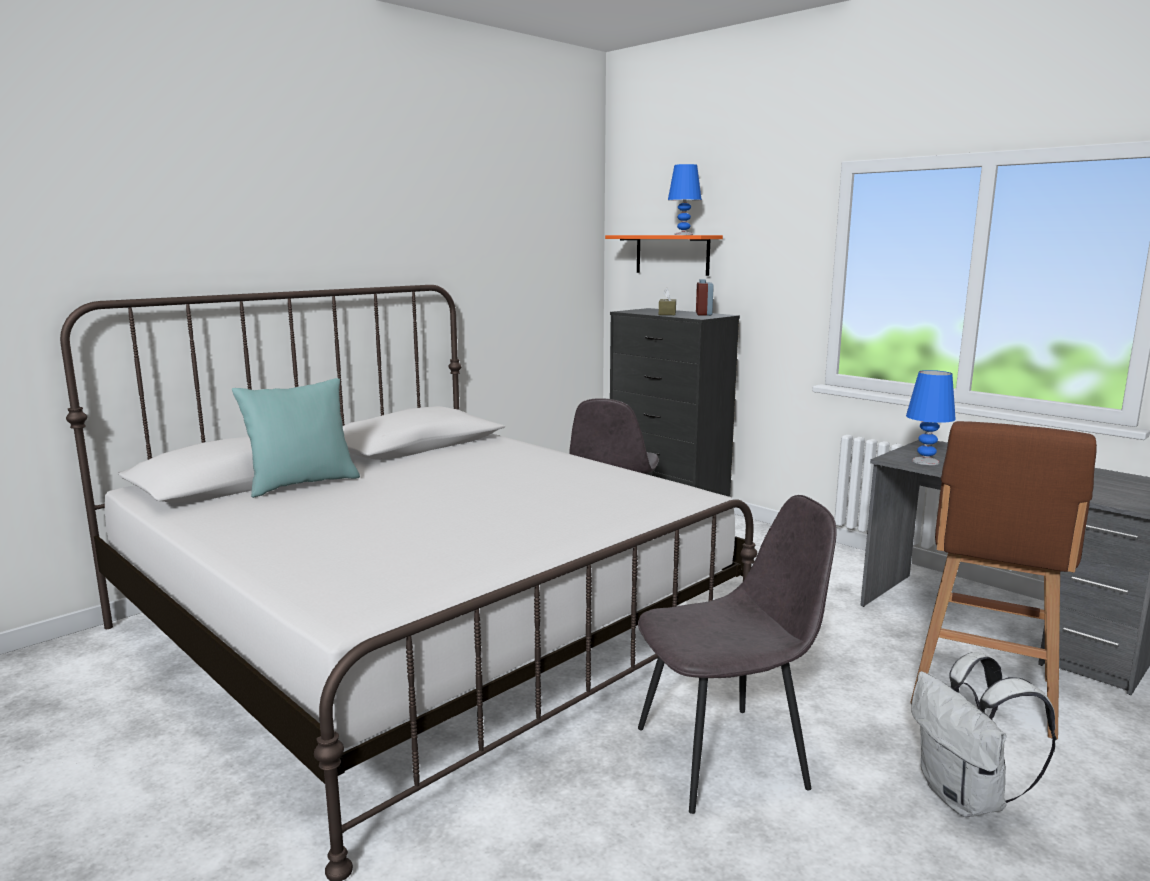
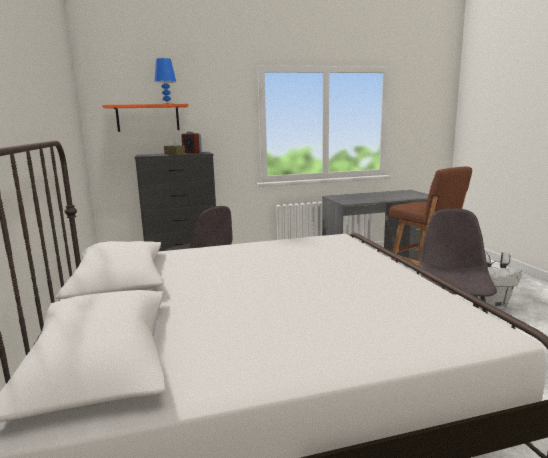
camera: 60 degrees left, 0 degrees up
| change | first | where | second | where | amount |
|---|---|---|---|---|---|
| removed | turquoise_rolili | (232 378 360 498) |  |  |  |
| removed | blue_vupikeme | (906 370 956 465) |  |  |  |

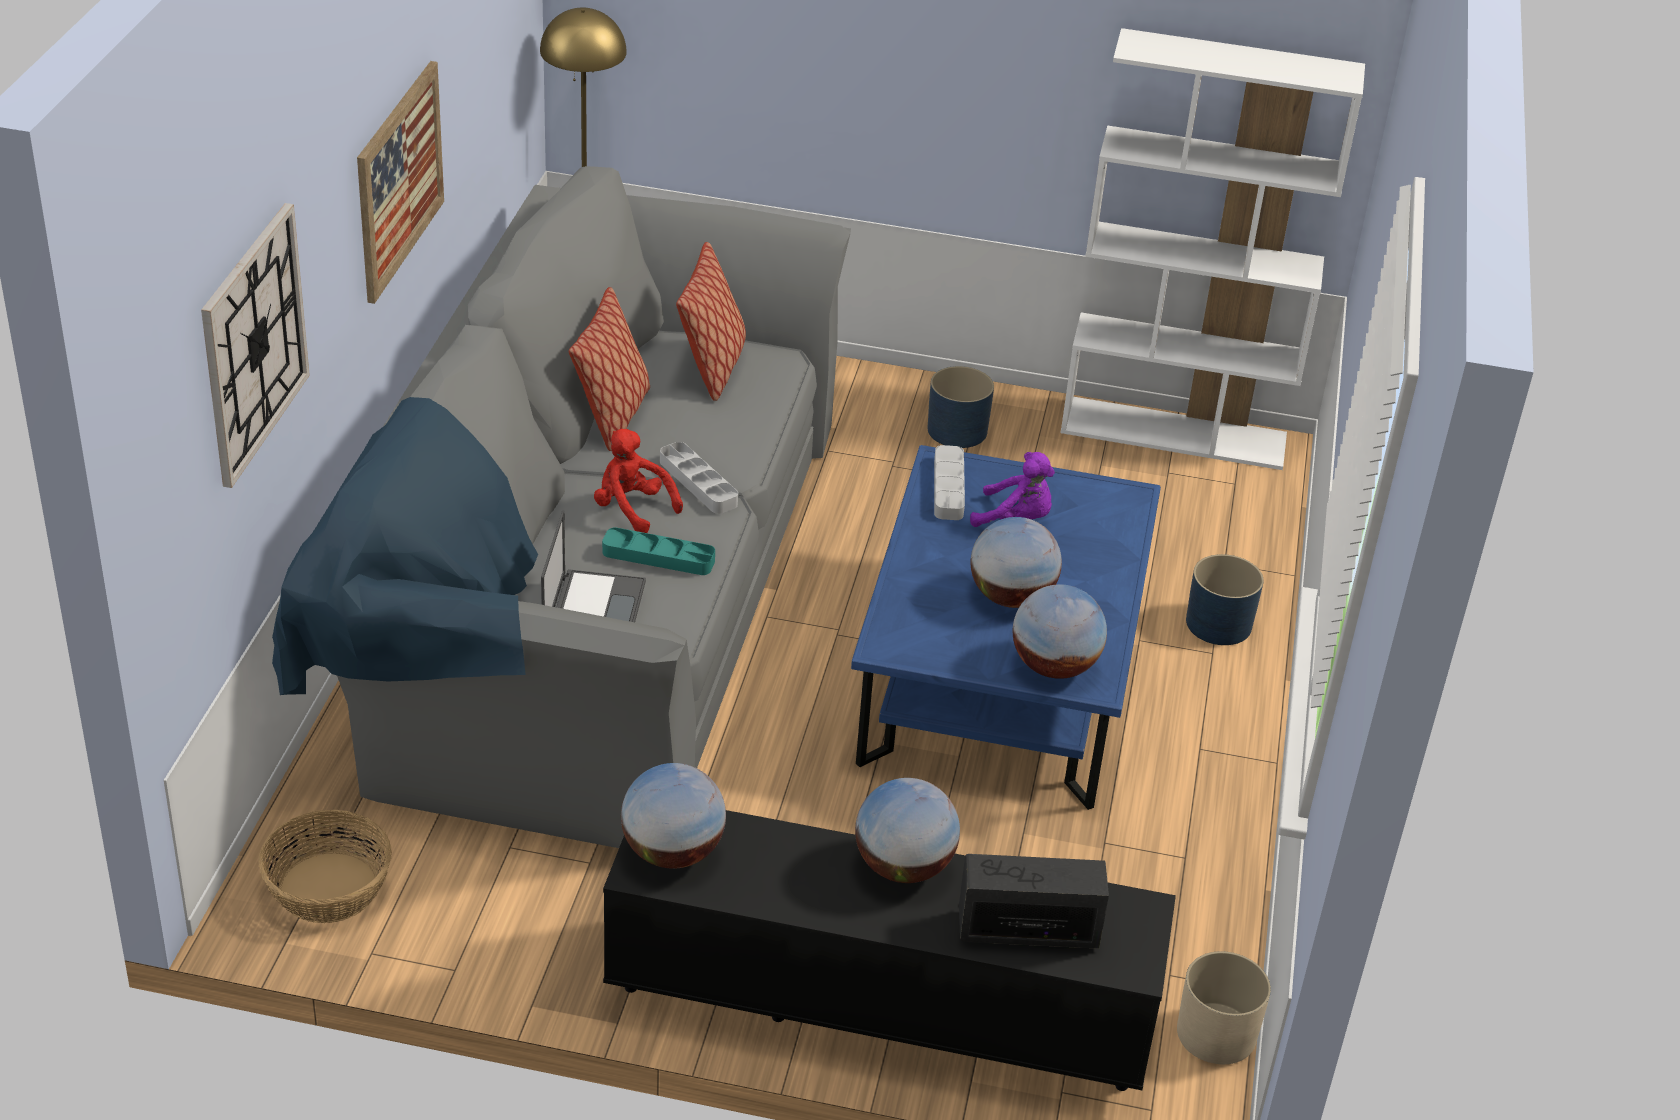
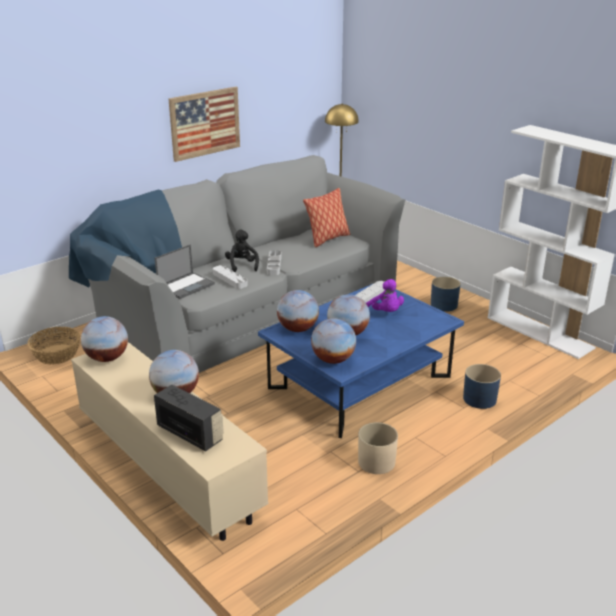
camera: 40 degrees right, 10 degrees down
| change | first | where | second | where | amount |
|---|---|---|---|---|---|
| recoloured | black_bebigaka | (603 810 1176 1091) | beige_bebigaka | (71 342 269 541) |  |
| recoloured | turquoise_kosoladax | (602 527 715 575) | grey_kosoladax | (213 265 248 289) |  |
| recoloured | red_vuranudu | (594 429 683 533) | black_vuranudu | (225 230 259 272) |  |
| added |  |  | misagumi | (277 290 319 332) |  |
| moved | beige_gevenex | (1177 951 1271 1064) |  | (358 422 398 474) |  |
| removed | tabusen | (201 203 310 488) |  |  |  |
| removed | rolili | (569 287 650 451) |  |  |  |

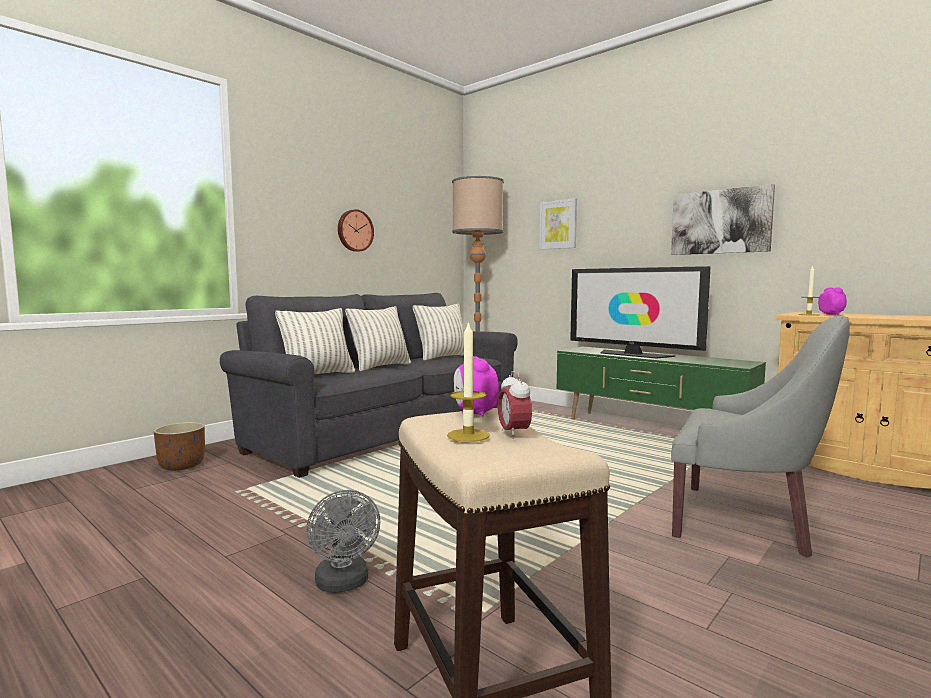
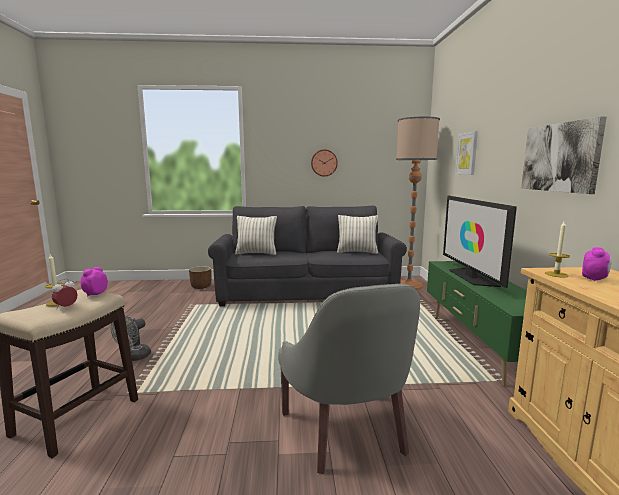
camera: 45 degrees right, 5 degrees up
| change | first | where | second | where | amount |
|---|---|---|---|---|---|
| removed | rolili | (345 306 411 371) |  |  |  |

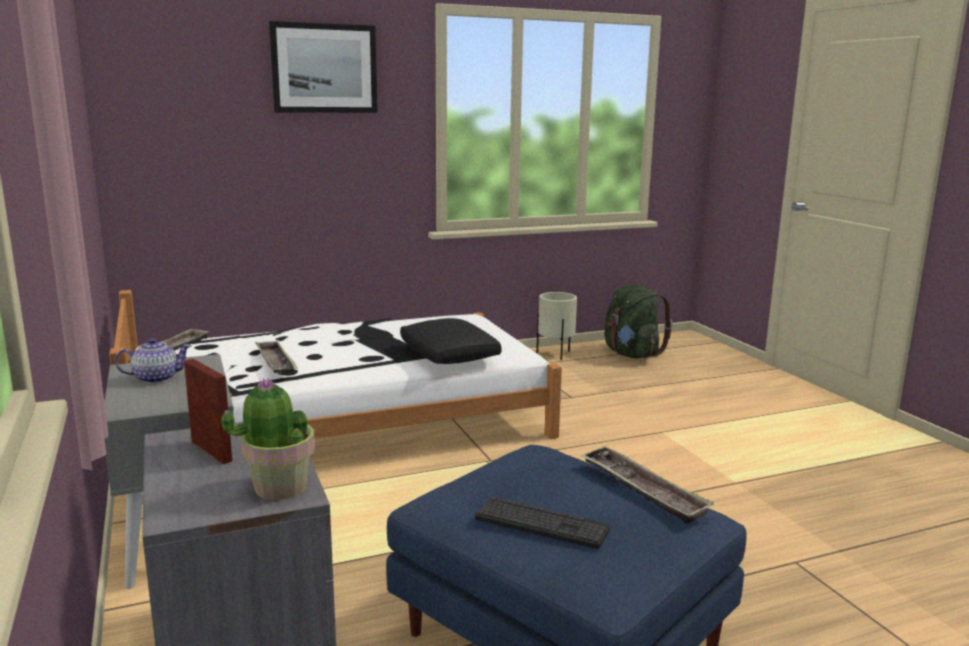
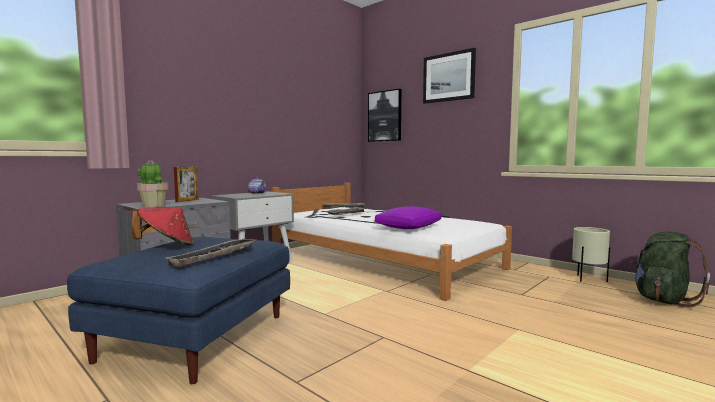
camera: 65 degrees right, 10 degrees down
| change | first | where | second | where | amount |
|---|---|---|---|---|---|
| replaced | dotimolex | (475 497 610 549) | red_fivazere | (131 208 194 246) |  |
| added |  |  | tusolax | (368 89 401 142) |  |
| recoloured | black_rolili | (400 318 502 364) | purple_rolili | (375 206 442 229) |  |

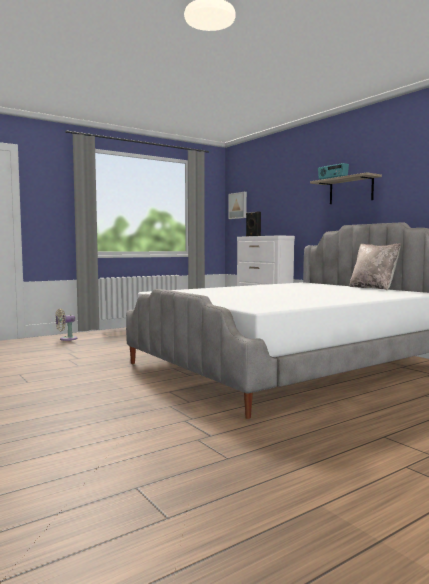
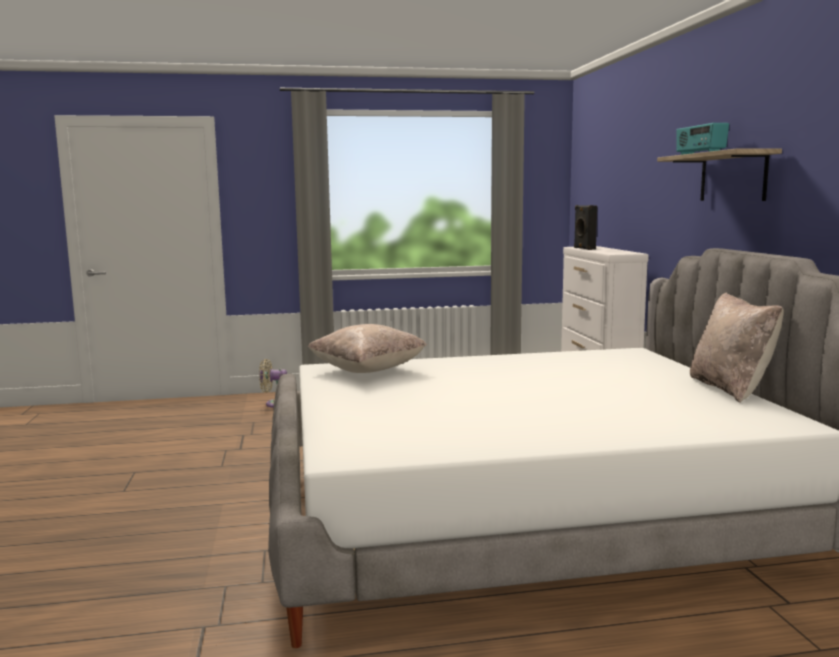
camera: 25 degrees right, 5 degrees up
| change | first | where | second | where | amount |
|---|---|---|---|---|---|
| added |  |  | beige_rolili | (308 324 427 373) |  |
| removed | tusolax | (228 192 247 219) |  |  |  |

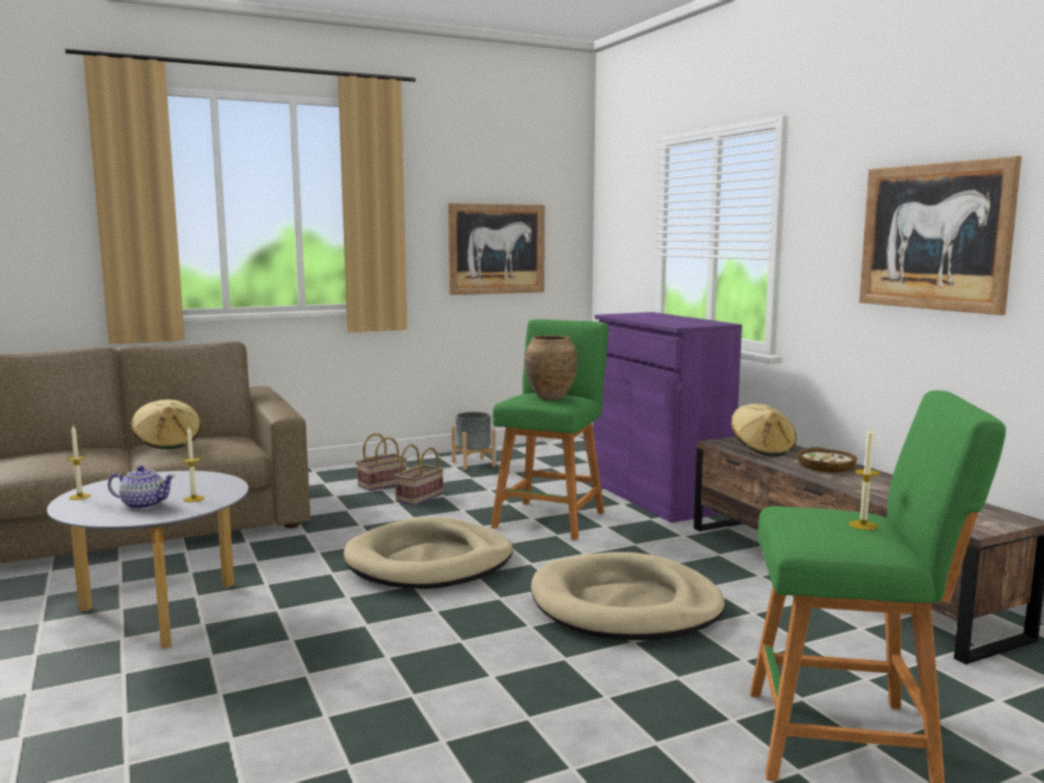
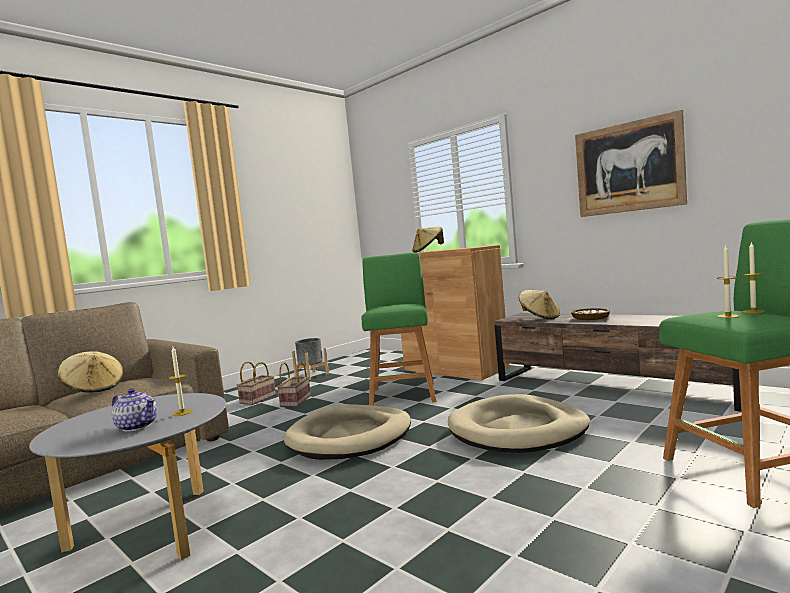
camera: 20 degrees left, 5 degrees down
| change | first | where | second | where | amount |
|---|---|---|---|---|---|
| turned | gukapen | (108 465 175 509) |  | (112 388 157 432) | 45 degrees clockwise |
| recoloured | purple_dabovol | (593 312 742 523) | brown_dabovol | (401 245 510 380) |  |
| added |  |  | beige_fivazere | (412 226 444 253) |  |
| moved | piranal | (67 426 91 500) |  | (717 244 740 318) |  |
| removed | tusolax | (448 203 545 295) |  |  |  |
| removed | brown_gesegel | (524 335 578 400) |  |  |  |

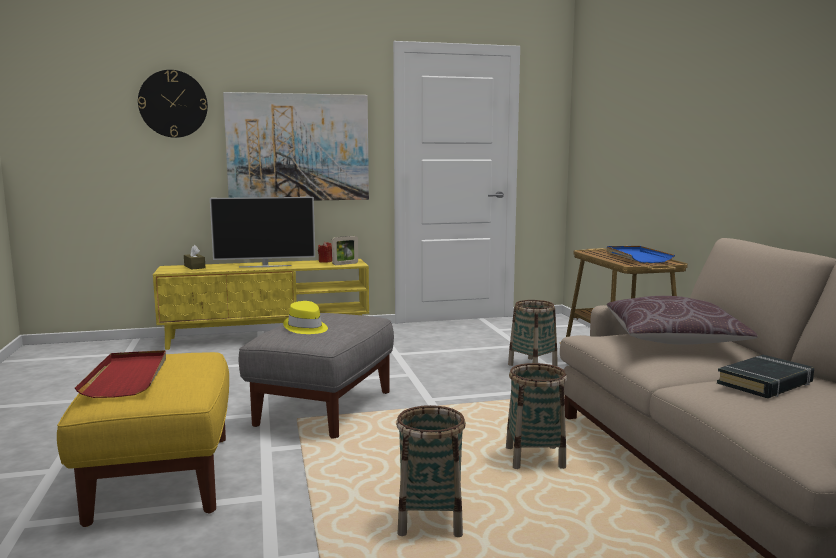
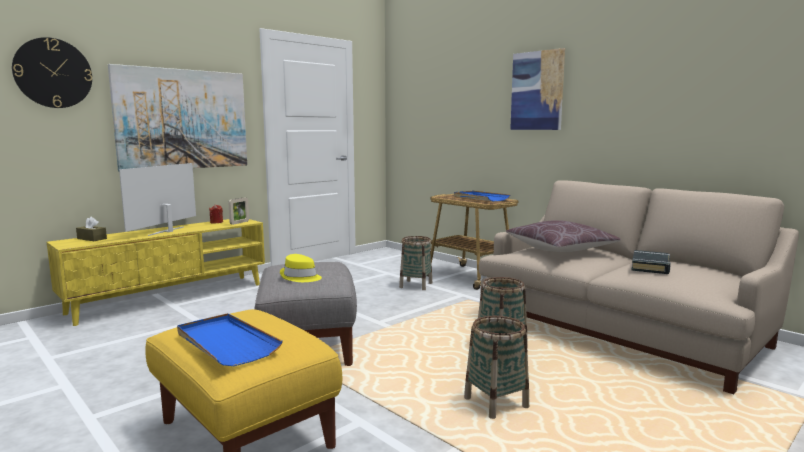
camera: 30 degrees left, 0 degrees up
| change | first | where | second | where | amount |
|---|---|---|---|---|---|
| turned | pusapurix | (210 197 315 267) |  | (119 163 196 236) | 150 degrees clockwise |
| recoloured | red_kosoladax | (75 350 166 398) | blue_kosoladax | (177 313 283 366) |  |
| added |  |  | tusolax | (510 48 565 130) |  |

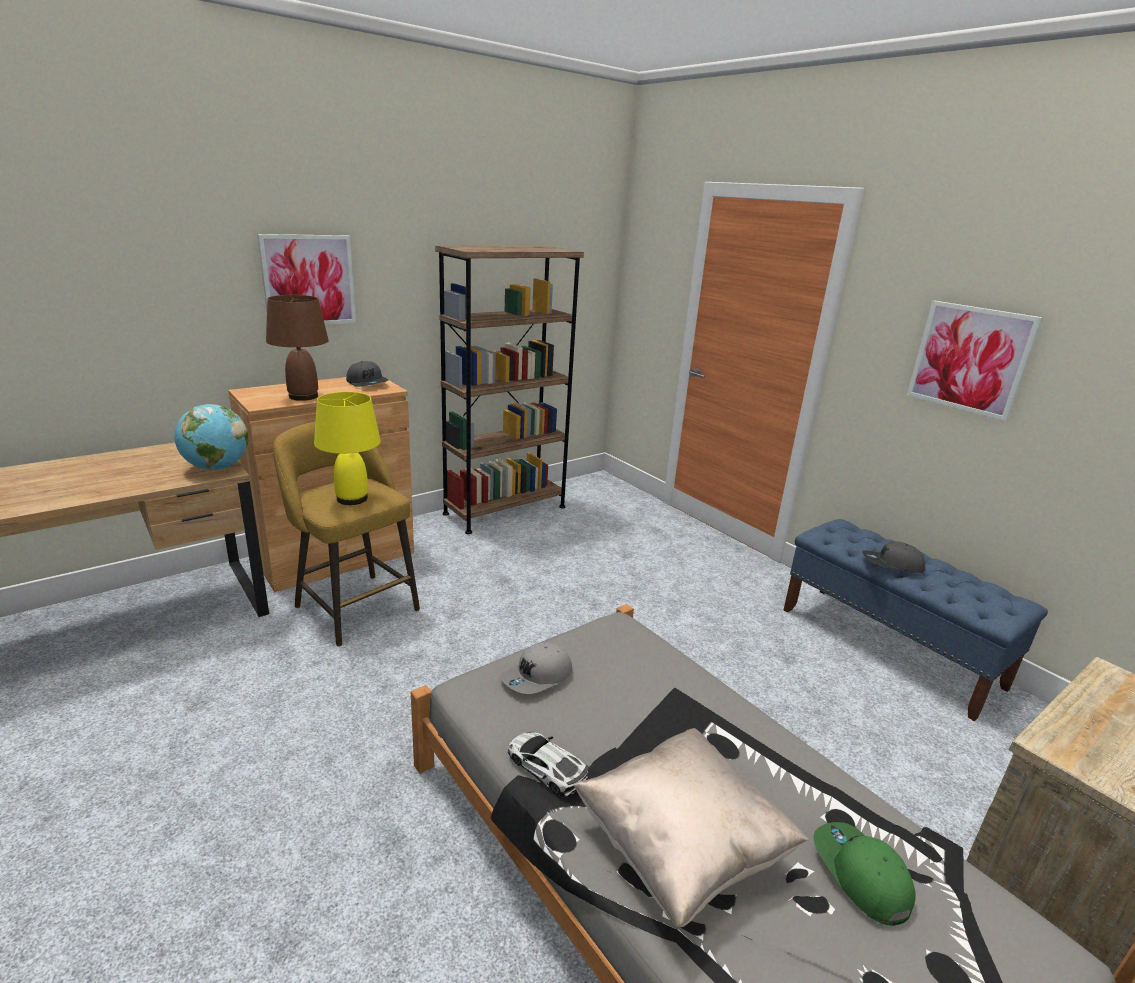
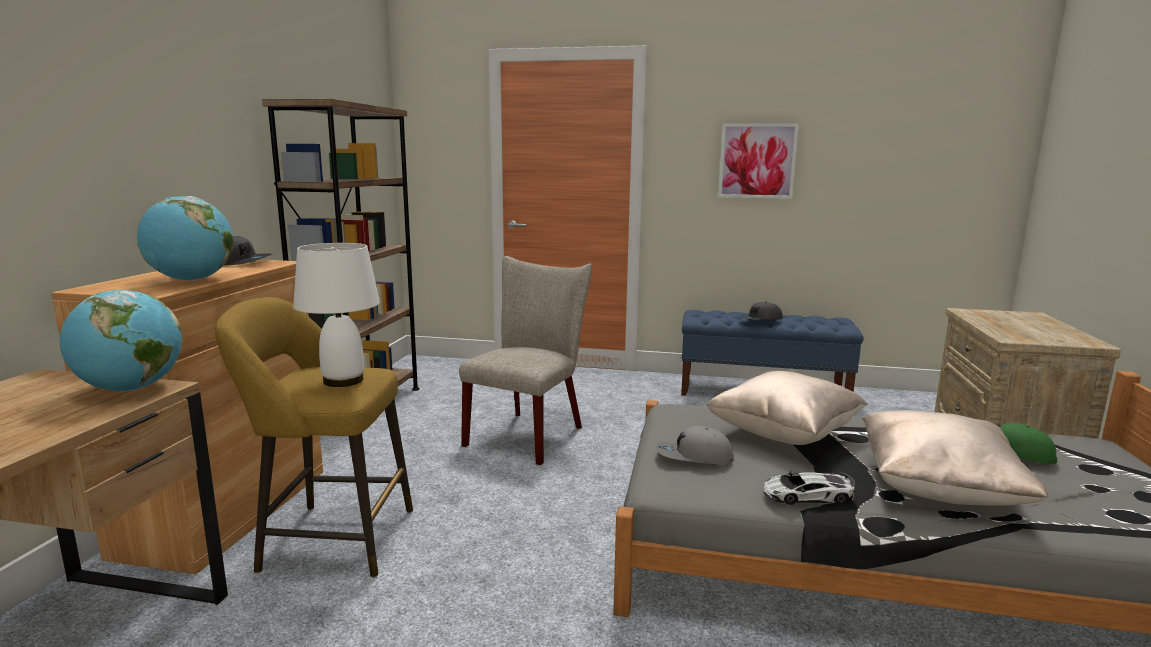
camera: 40 degrees left, 10 degrees down
| change | first | where | second | where | amount |
|---|---|---|---|---|---|
| replaced | brown_vupikeme | (266 295 329 401) | misagumi | (137 196 234 281) |  |
| recoloured | yellow_vupikeme | (314 392 381 505) | white_vupikeme | (293 243 380 387) |  |
| added |  |  | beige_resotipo | (459 256 592 465) |  |
| turned | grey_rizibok | (500 642 573 694) |  | (655 426 734 464) | 90 degrees clockwise |
| added |  |  | beige_rolili | (707 371 868 445) |  |
| removed | tusolax | (257 234 356 325) |  |  |  |

